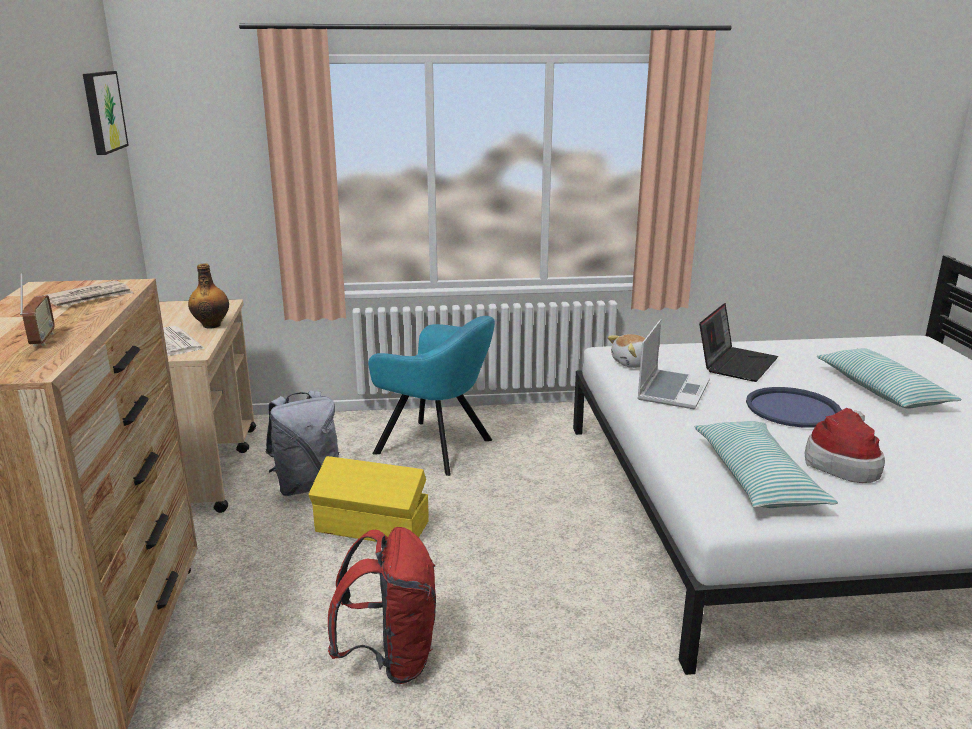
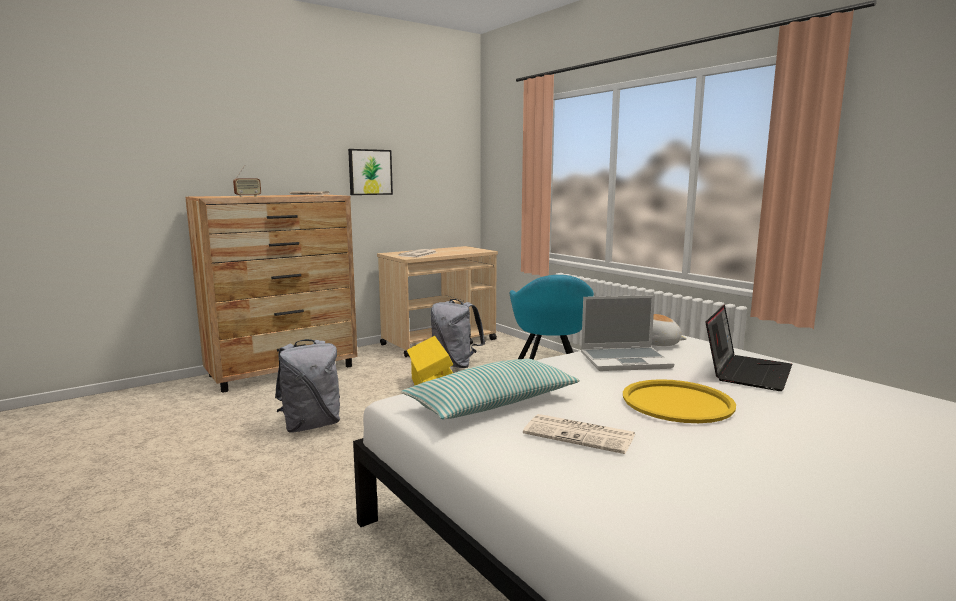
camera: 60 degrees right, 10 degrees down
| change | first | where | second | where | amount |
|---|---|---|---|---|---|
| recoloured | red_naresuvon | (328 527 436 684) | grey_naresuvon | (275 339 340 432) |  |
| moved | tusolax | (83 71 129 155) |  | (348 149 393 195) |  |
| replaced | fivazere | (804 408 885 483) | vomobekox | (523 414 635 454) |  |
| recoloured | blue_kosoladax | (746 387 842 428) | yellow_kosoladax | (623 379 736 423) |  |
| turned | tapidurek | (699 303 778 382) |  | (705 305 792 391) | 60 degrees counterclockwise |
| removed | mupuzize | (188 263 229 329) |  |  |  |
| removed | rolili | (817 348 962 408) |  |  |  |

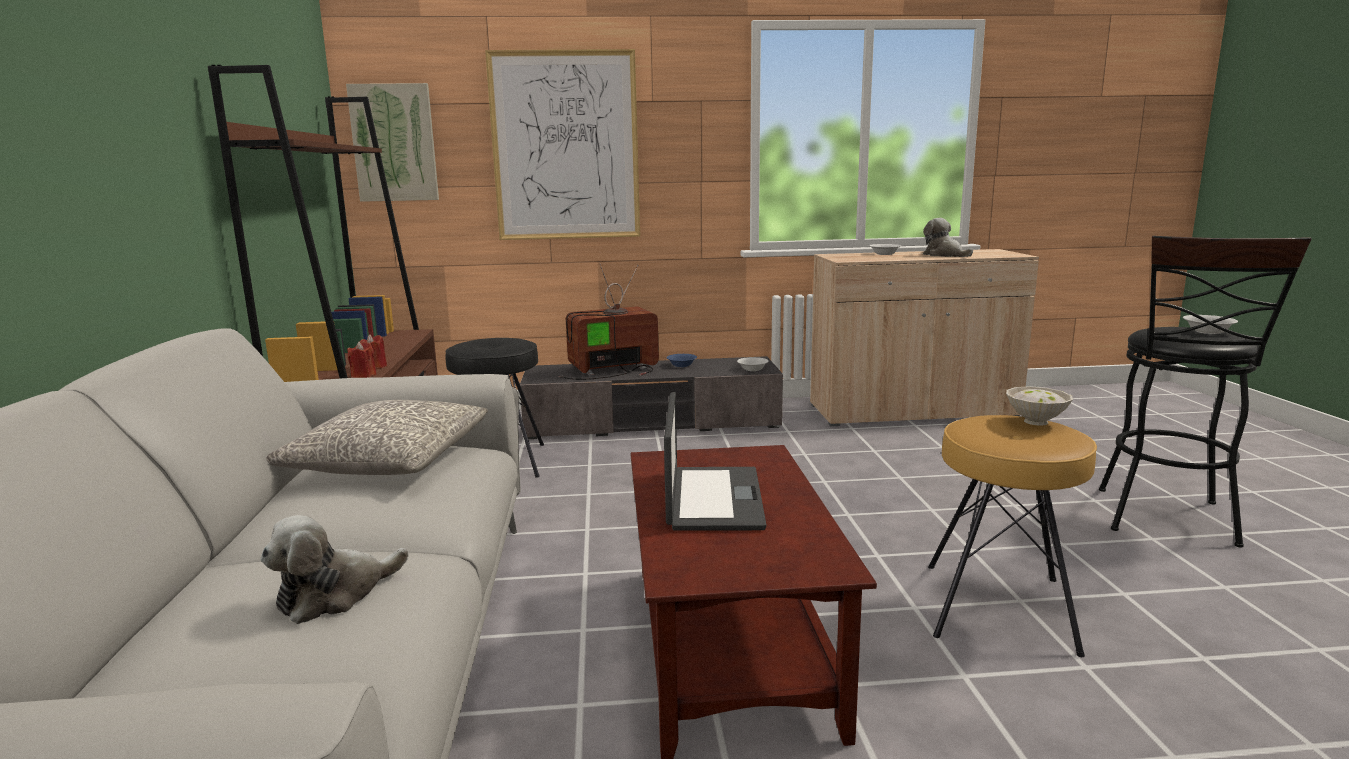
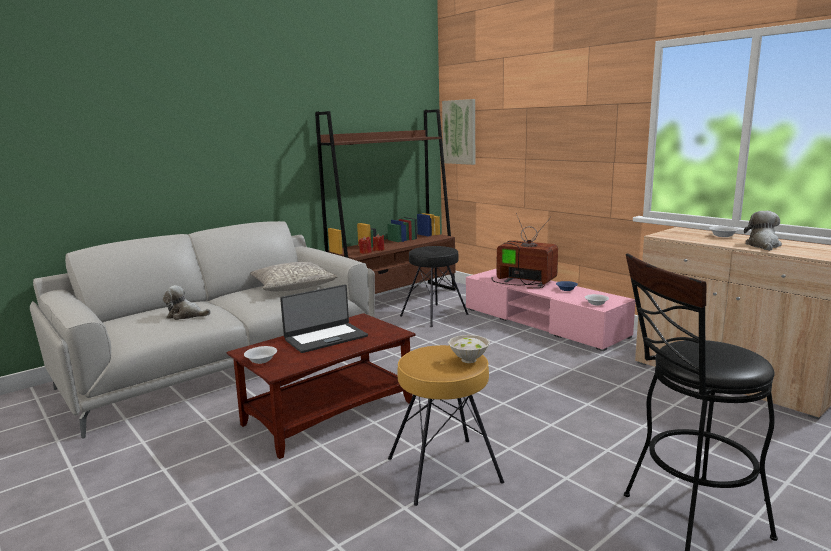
camera: 55 degrees right, 0 degrees up
| change | first | where | second | where | amount |
|---|---|---|---|---|---|
| moved | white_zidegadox | (1183 315 1238 334) |  | (244 346 277 364) |  |
| recoloured | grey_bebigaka | (520 356 783 439) | pink_bebigaka | (466 269 635 351) |  |
| removed | tusolax | (485 49 640 240) |  |  |  |

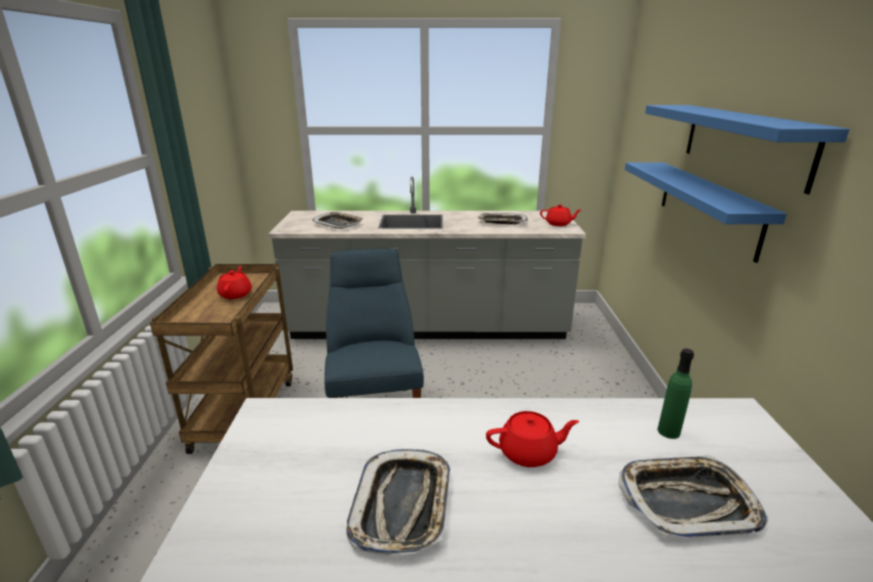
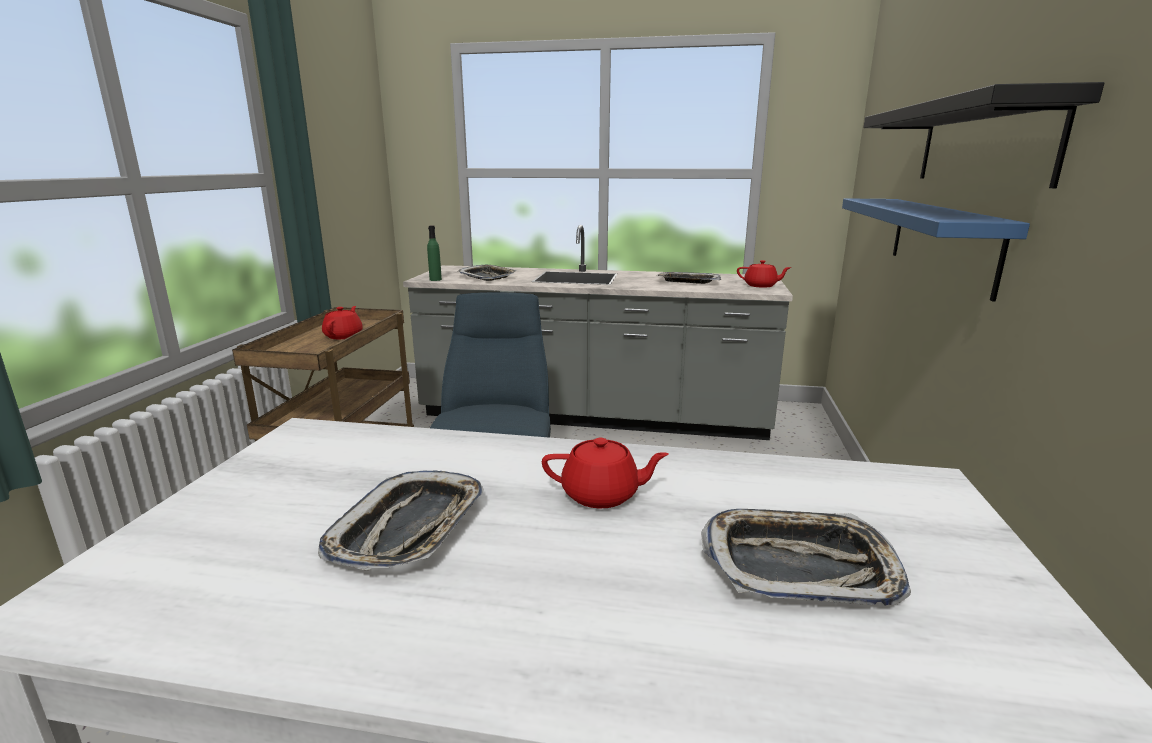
camera: 10 degrees right, 5 degrees down
| change | first | where | second | where | amount |
|---|---|---|---|---|---|
| moved | green_mupuzize | (658 348 694 439) |  | (427 225 442 281) |  |
| recoloured | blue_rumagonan | (645 105 850 194) | black_rumagonan | (863 82 1104 188) |  |

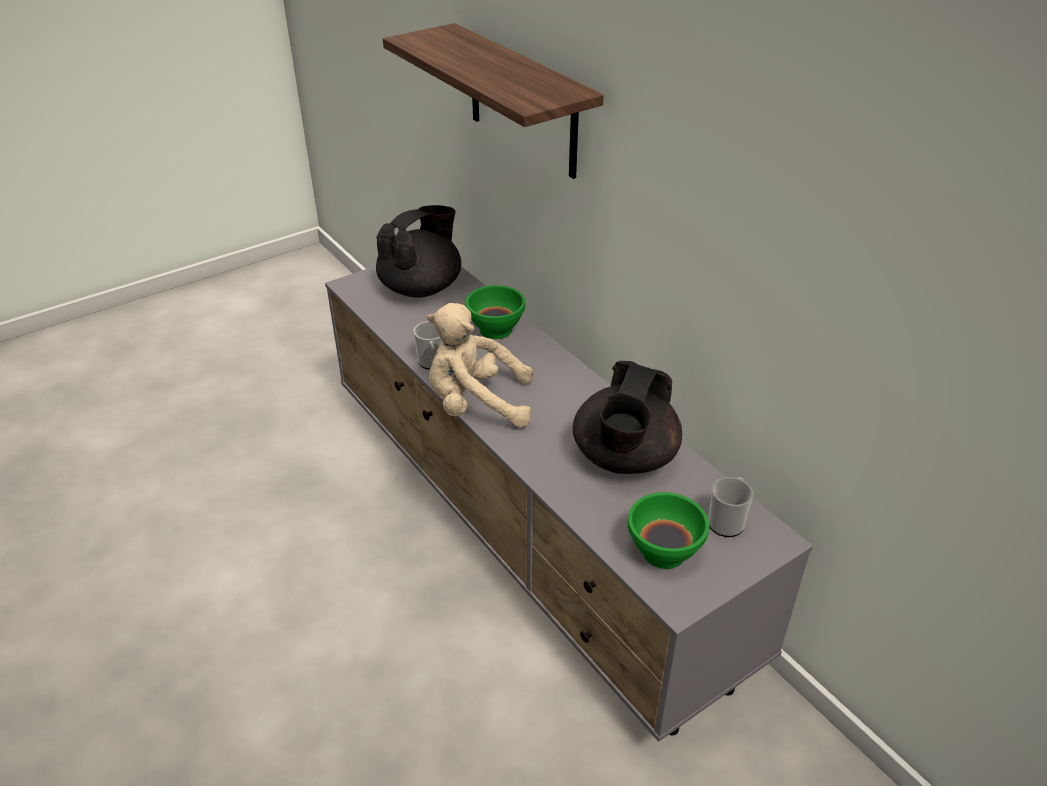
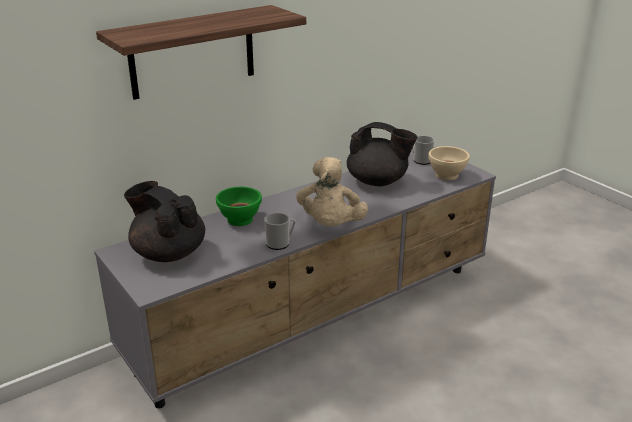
camera: 90 degrees left, 10 degrees down
| change | first | where | second | where | amount |
|---|---|---|---|---|---|
| recoloured | green_zidegadox | (628 492 709 569) | beige_zidegadox | (428 146 470 180) |  |

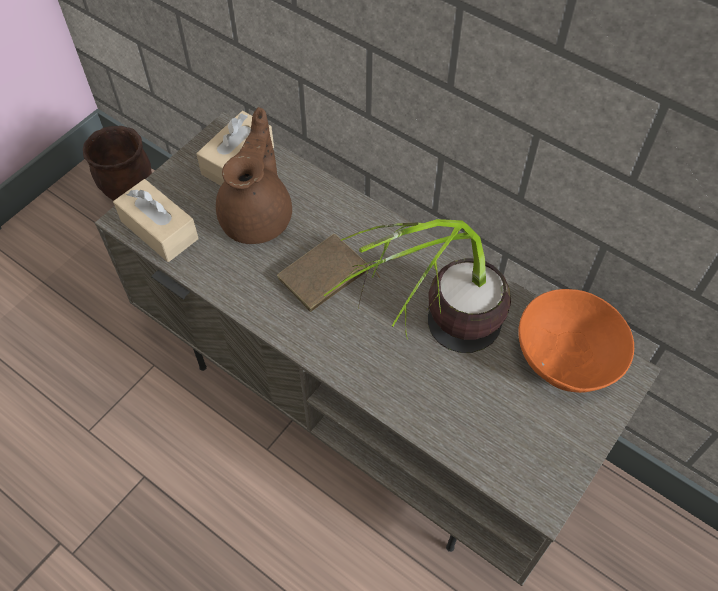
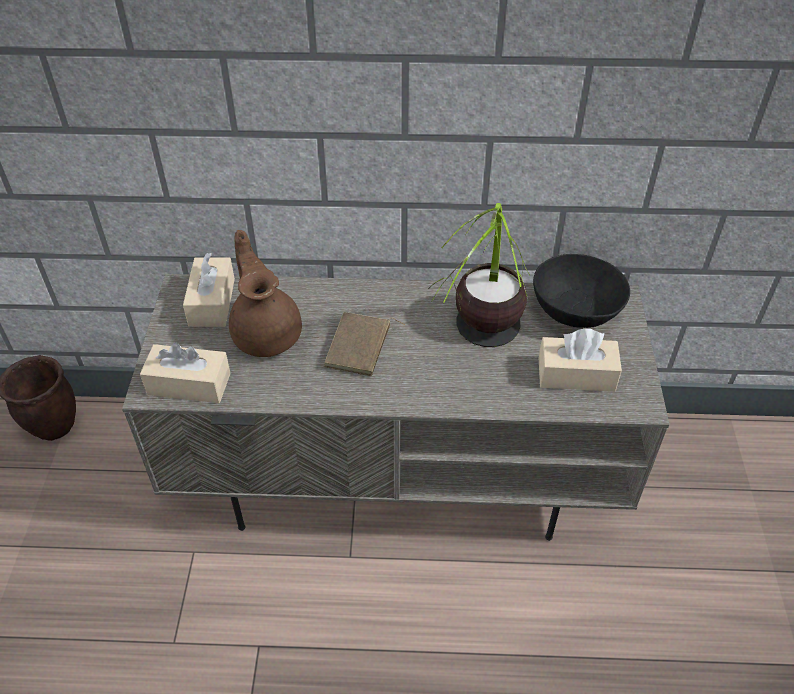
camera: 35 degrees left, 10 degrees down
| change | first | where | second | where | amount |
|---|---|---|---|---|---|
| recoloured | orange_zidegadox | (518 289 634 393) | black_zidegadox | (533 254 630 328) |  |
| added |  |  | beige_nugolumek | (539 329 622 392) |  |

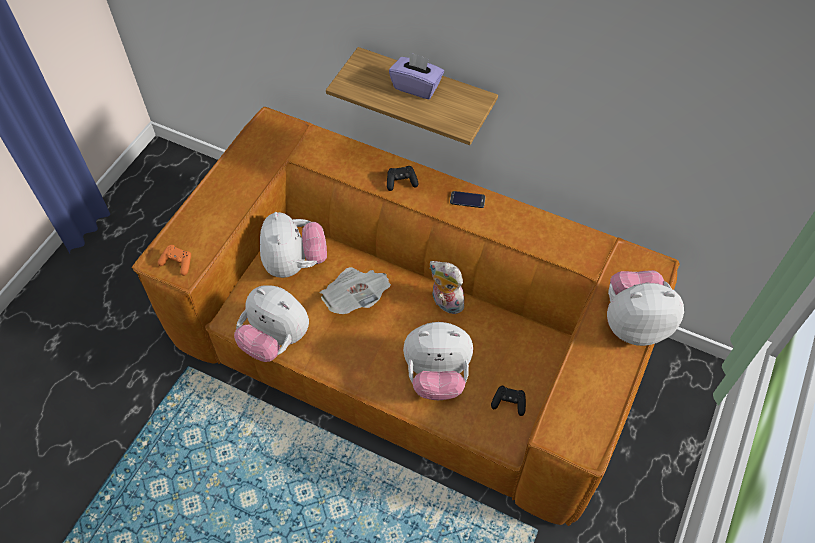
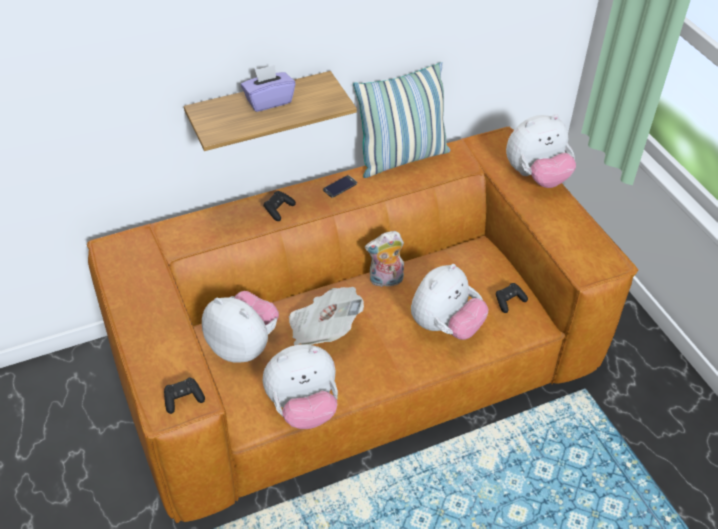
camera: 50 degrees left, 10 degrees down
| change | first | where | second | where | amount |
|---|---|---|---|---|---|
| recoloured | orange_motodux | (158 245 191 276) | black_motodux | (164 378 205 414) |  |
| added |  |  | rolili | (353 62 450 178) |  |
| turned | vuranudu | (607 270 684 346) |  | (506 114 576 188) | 150 degrees counterclockwise |

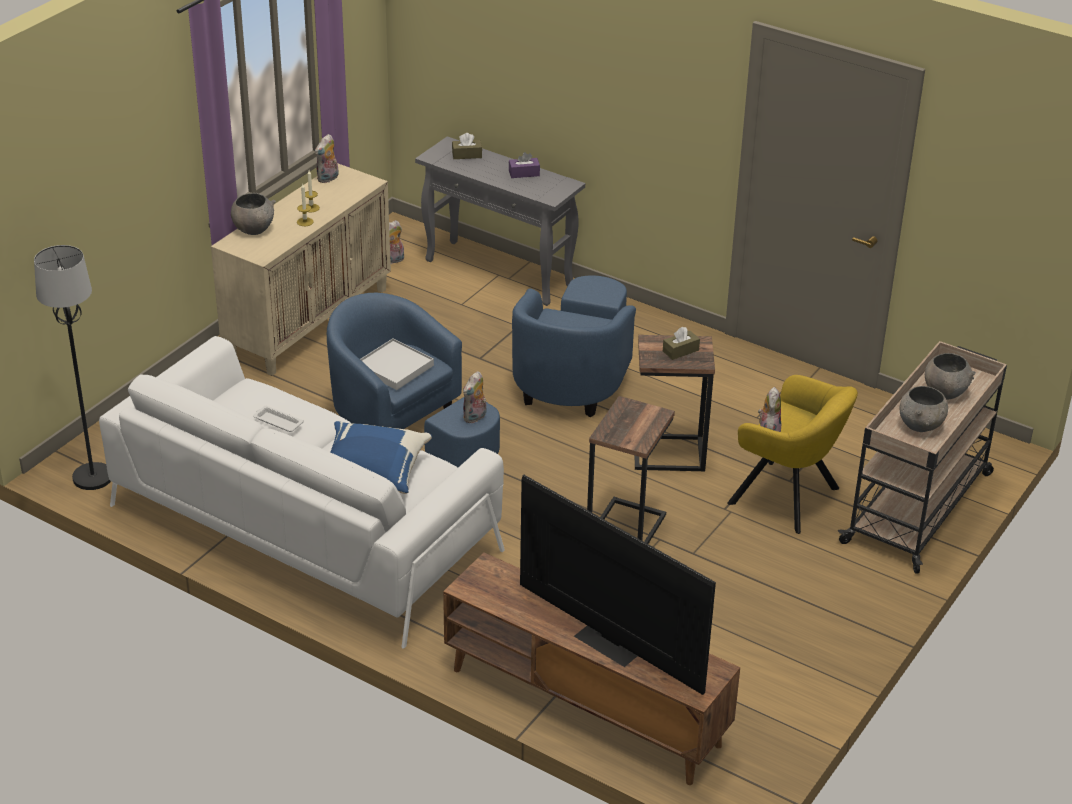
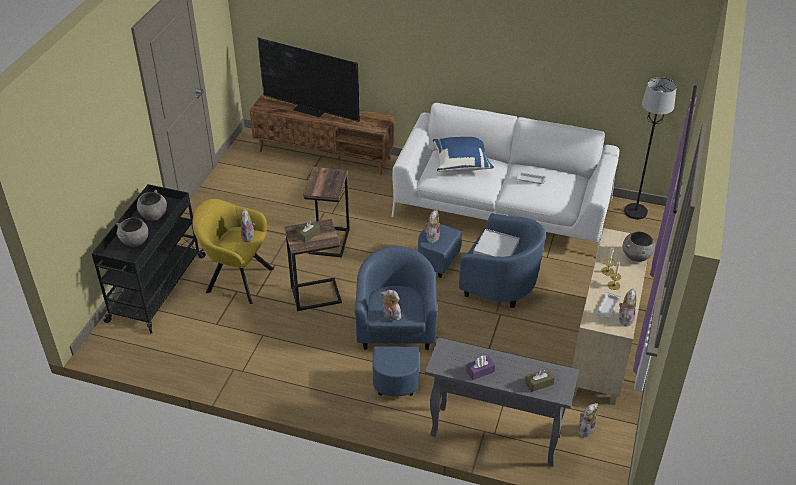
camera: 165 degrees right, 5 degrees up
| change | first | where | second | where | amount |
|---|---|---|---|---|---|
| recoloured | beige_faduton | (838 341 1007 574) | black_faduton | (91 184 206 334) |  |
| added |  |  | vuranudu | (380 290 401 321) |  |
| added |  |  | white_kosoladax | (595 292 621 318) |  |

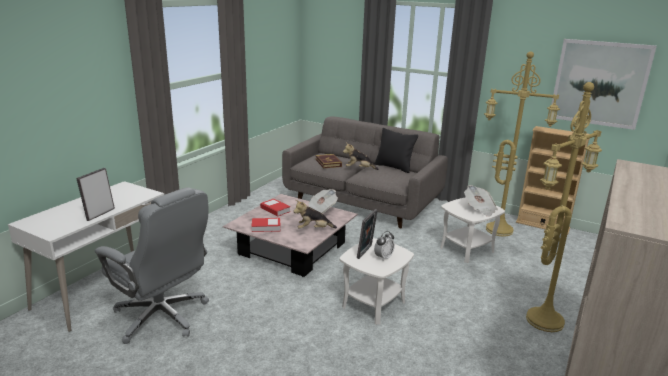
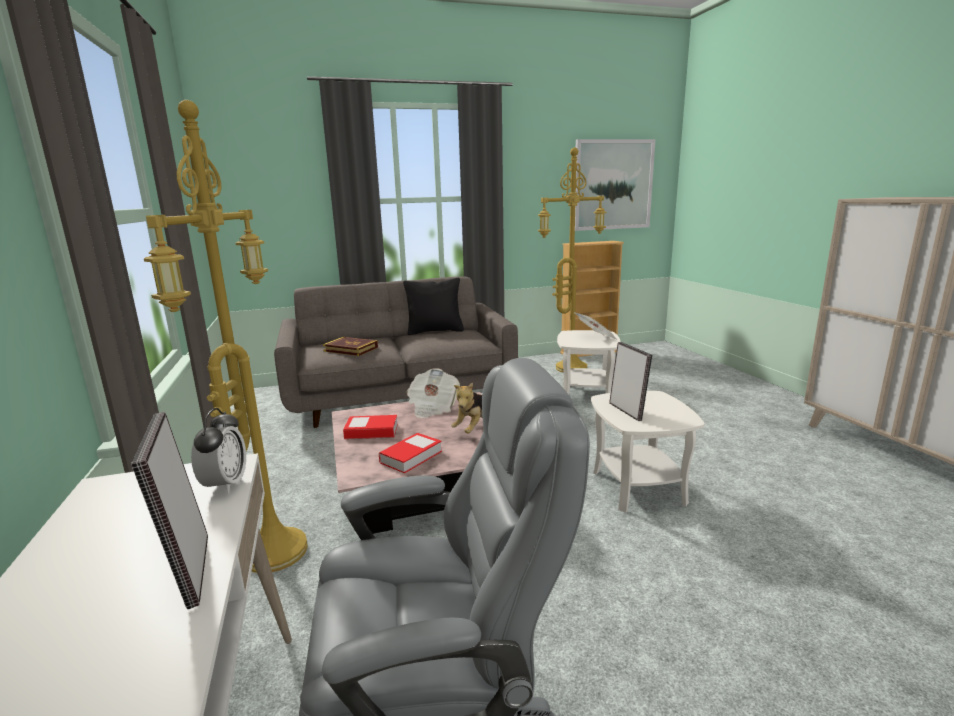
camera: 45 degrees left, 5 degrees down
| change | first | where | second | where | amount |
|---|---|---|---|---|---|
| moved | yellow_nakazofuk | (526 82 602 332) |  | (144 100 308 573) |  |
| moved | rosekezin | (374 231 395 261) |  | (191 408 246 493) |  |
| removed | vuranudu | (343 143 379 170) |  |  |  |

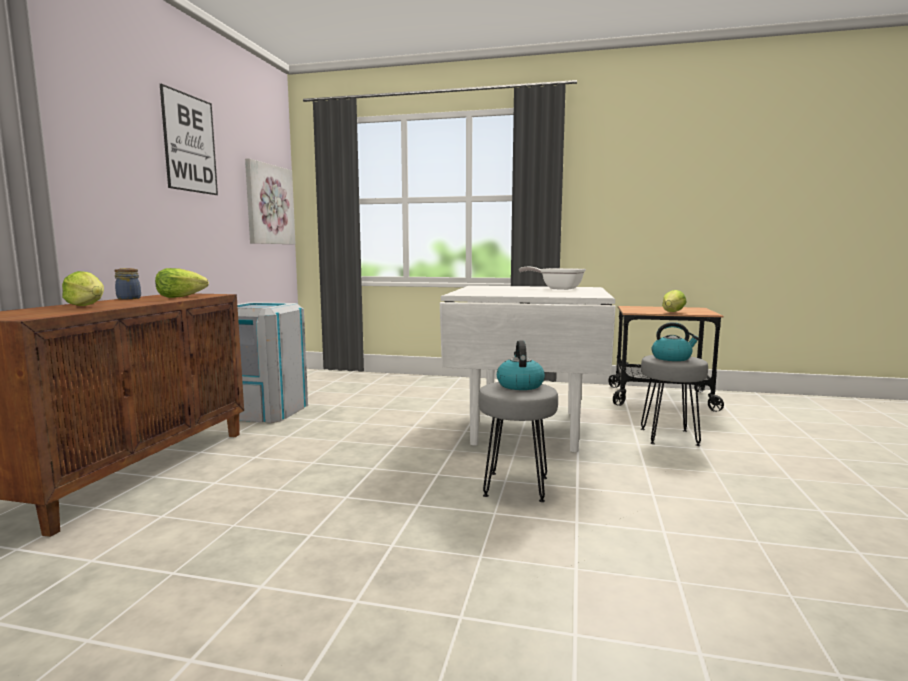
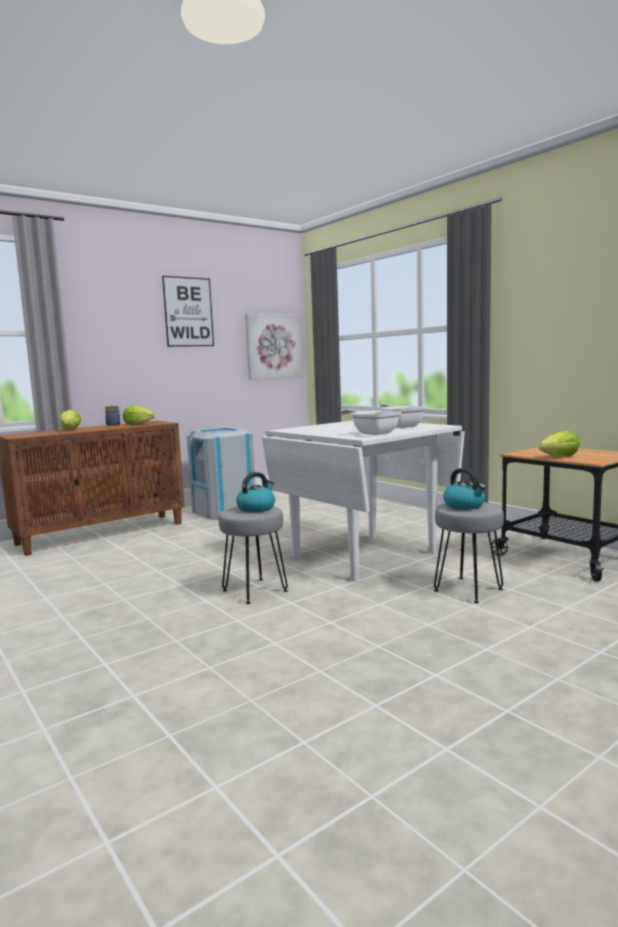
camera: 40 degrees right, 0 degrees up
| change | first | where | second | where | amount |
|---|---|---|---|---|---|
| added |  |  | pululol | (341 409 401 435) |  |

